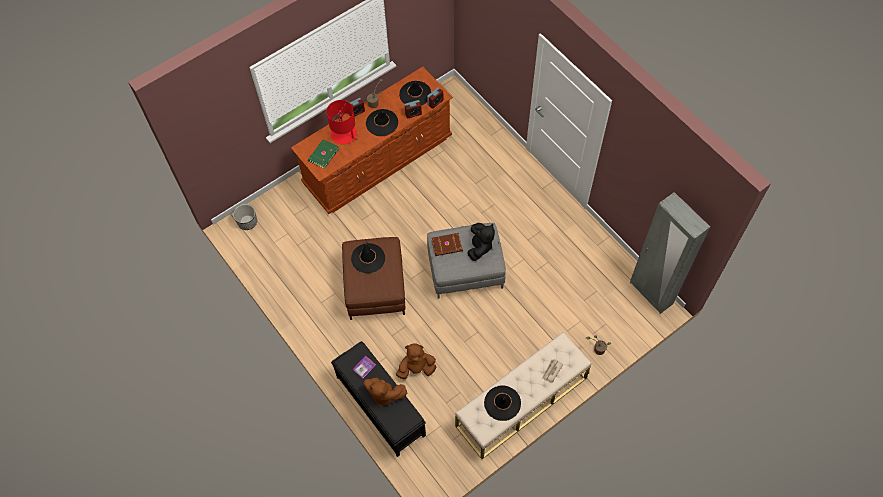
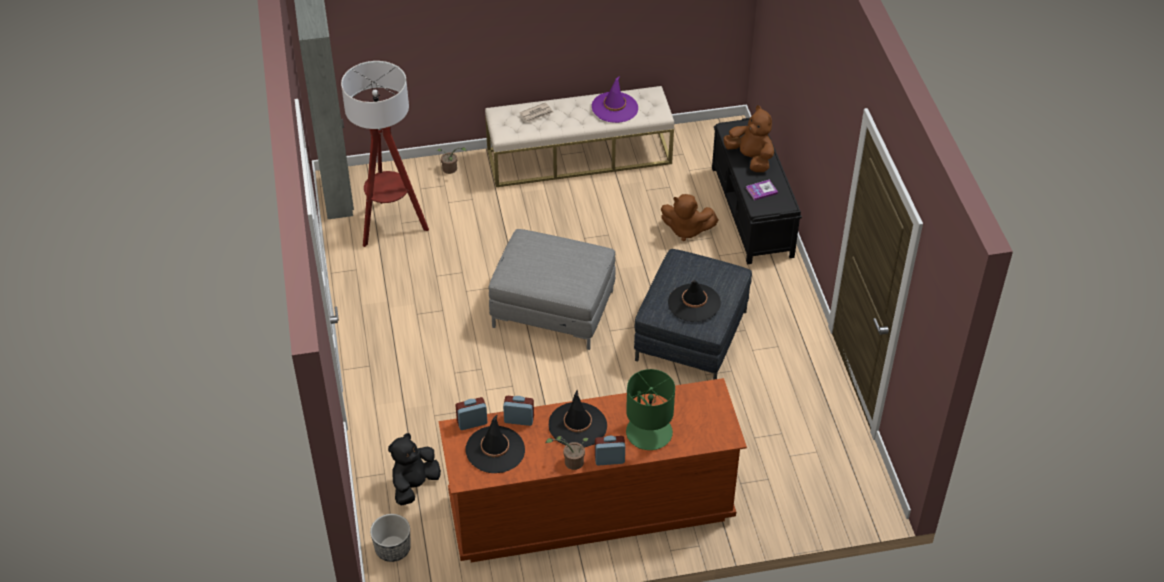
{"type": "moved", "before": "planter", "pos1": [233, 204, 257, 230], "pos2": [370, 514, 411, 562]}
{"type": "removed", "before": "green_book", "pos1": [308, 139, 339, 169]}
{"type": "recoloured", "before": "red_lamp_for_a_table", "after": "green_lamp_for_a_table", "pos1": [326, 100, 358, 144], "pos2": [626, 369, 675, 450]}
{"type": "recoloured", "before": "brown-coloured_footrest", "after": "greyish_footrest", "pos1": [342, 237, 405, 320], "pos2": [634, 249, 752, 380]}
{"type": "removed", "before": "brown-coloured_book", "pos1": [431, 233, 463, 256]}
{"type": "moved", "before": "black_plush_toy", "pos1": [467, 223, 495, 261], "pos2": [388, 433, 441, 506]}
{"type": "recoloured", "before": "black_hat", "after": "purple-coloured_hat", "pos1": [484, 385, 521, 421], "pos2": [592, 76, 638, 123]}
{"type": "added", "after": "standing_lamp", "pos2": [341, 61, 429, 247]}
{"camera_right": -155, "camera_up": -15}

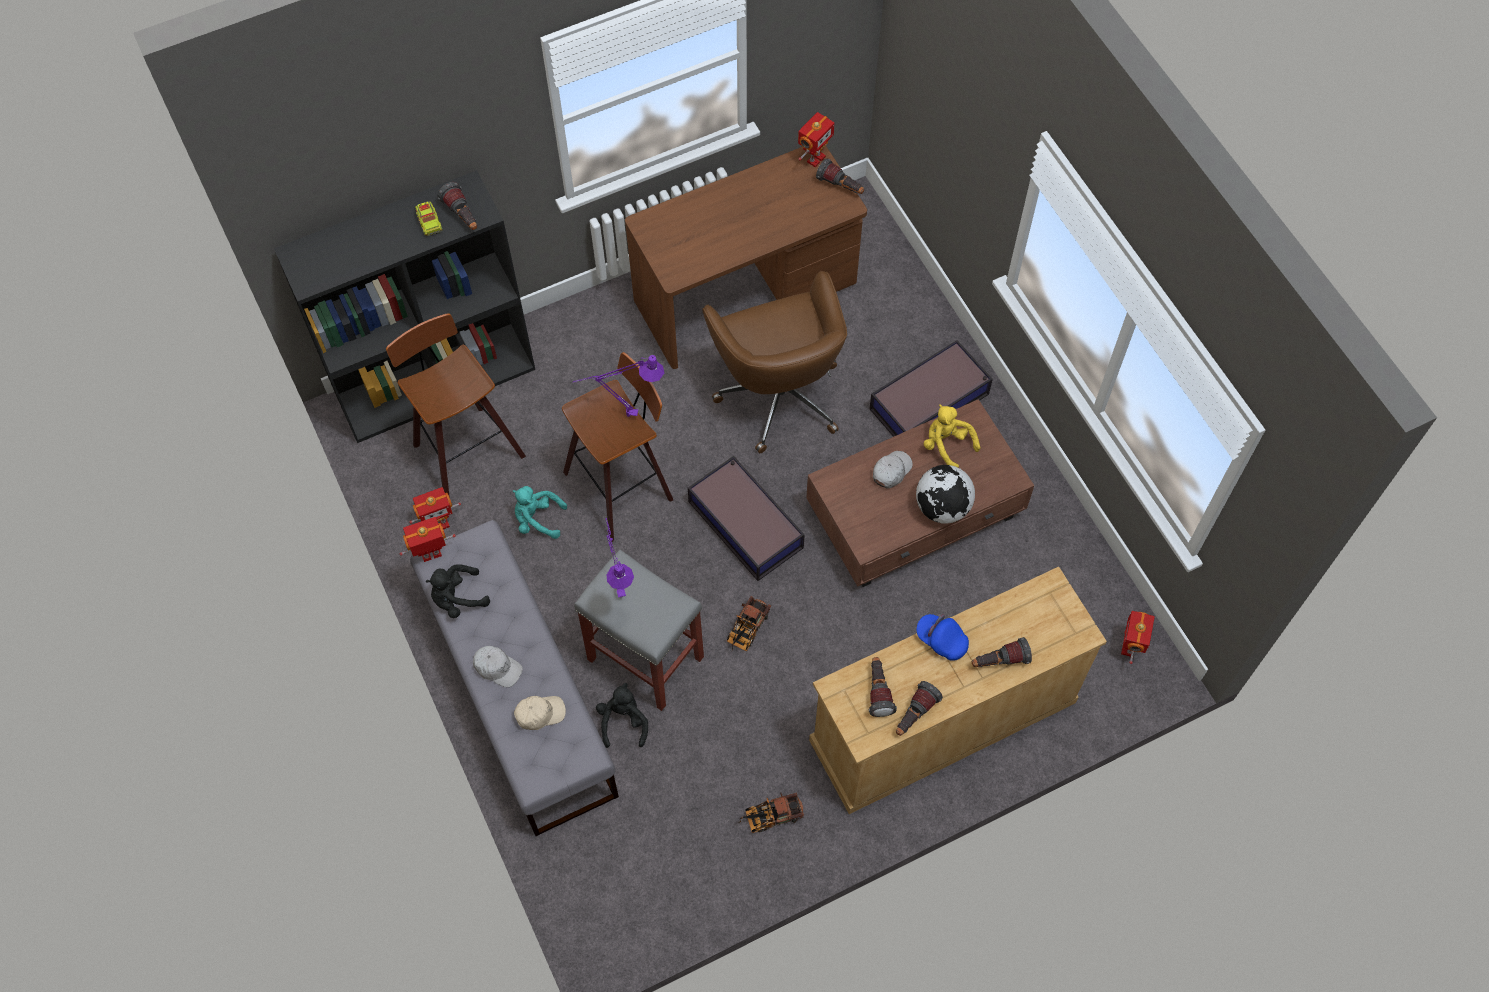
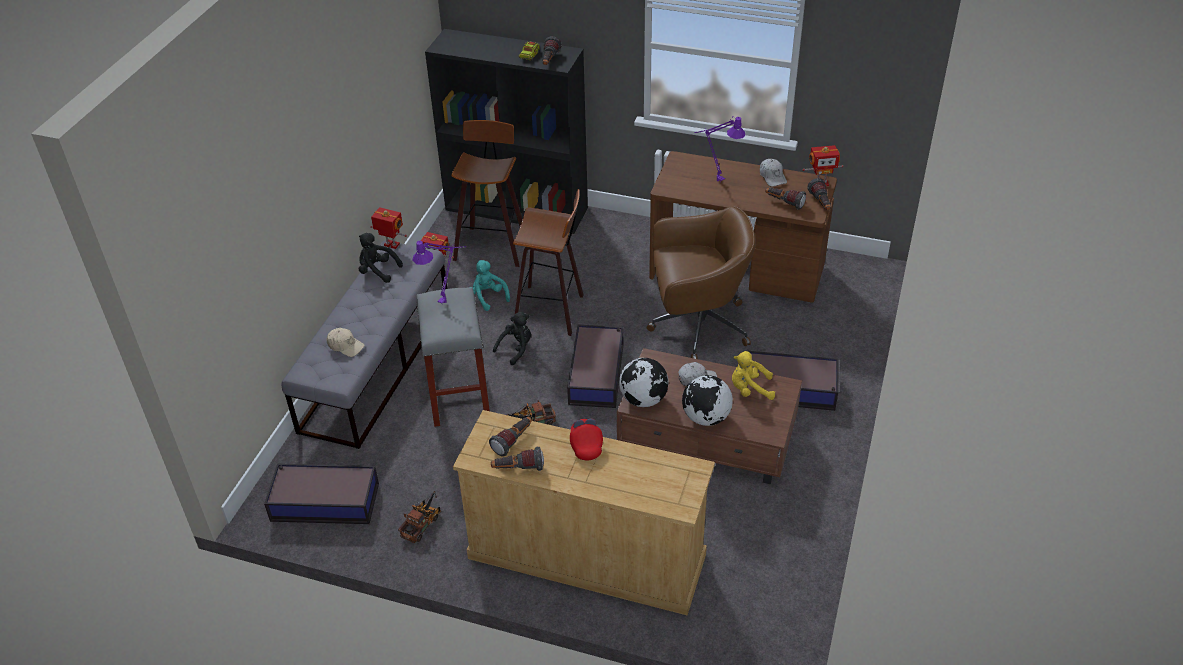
{"type": "moved", "before": "white-coloured_cap", "pos1": [473, 646, 523, 688], "pos2": [760, 159, 787, 187]}
{"type": "moved", "before": "purple-coloured_lamp_for_a_table", "pos1": [573, 355, 664, 417], "pos2": [695, 116, 745, 182]}
{"type": "moved", "before": "black_plush_toy", "pos1": [596, 683, 648, 748], "pos2": [493, 312, 531, 365]}
{"type": "turned", "before": "brown-coloured_computer_chair", "pos1": [702, 271, 847, 453], "pos2": [646, 206, 756, 359], "turn": -120}
{"type": "turned", "before": "model_truck", "pos1": [738, 793, 804, 833], "pos2": [398, 491, 441, 543], "turn": 90}
{"type": "recoloured", "before": "blue-coloured_cap", "after": "red_cap", "pos1": [917, 614, 969, 661], "pos2": [570, 419, 603, 460]}
{"type": "turned", "before": "yellow_plush_toy", "pos1": [924, 404, 981, 467], "pos2": [732, 351, 775, 400], "turn": -90}
{"type": "moved", "before": "torch", "pos1": [972, 637, 1032, 667], "pos2": [765, 187, 806, 210]}
{"type": "removed", "before": "robot_figure", "pos1": [1121, 611, 1155, 664]}
{"type": "added", "after": "storage_container", "pos2": [264, 463, 379, 524]}
{"type": "added", "after": "globe", "pos2": [619, 358, 669, 407]}
{"camera_right": 45, "camera_up": -20}

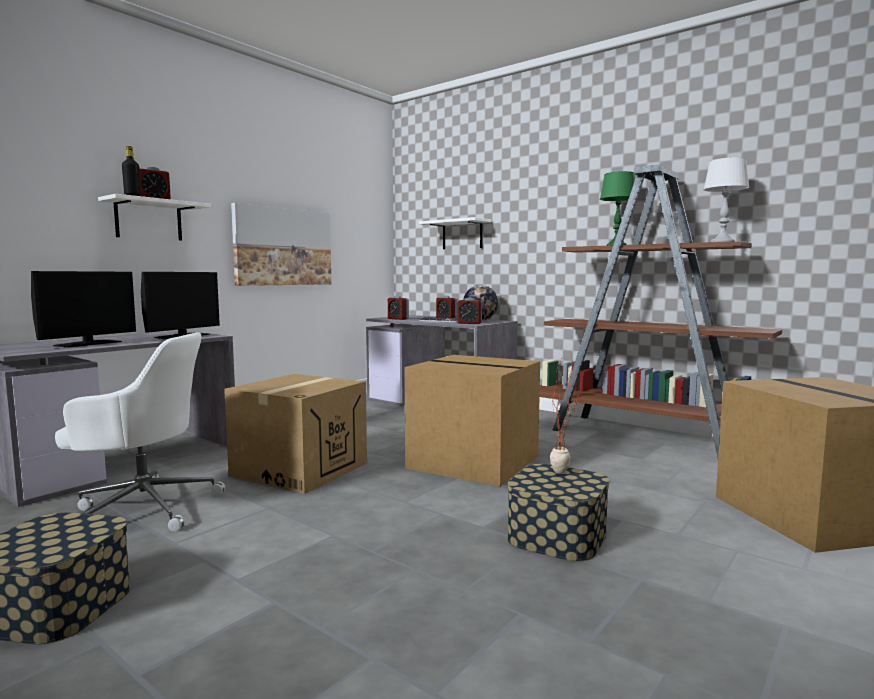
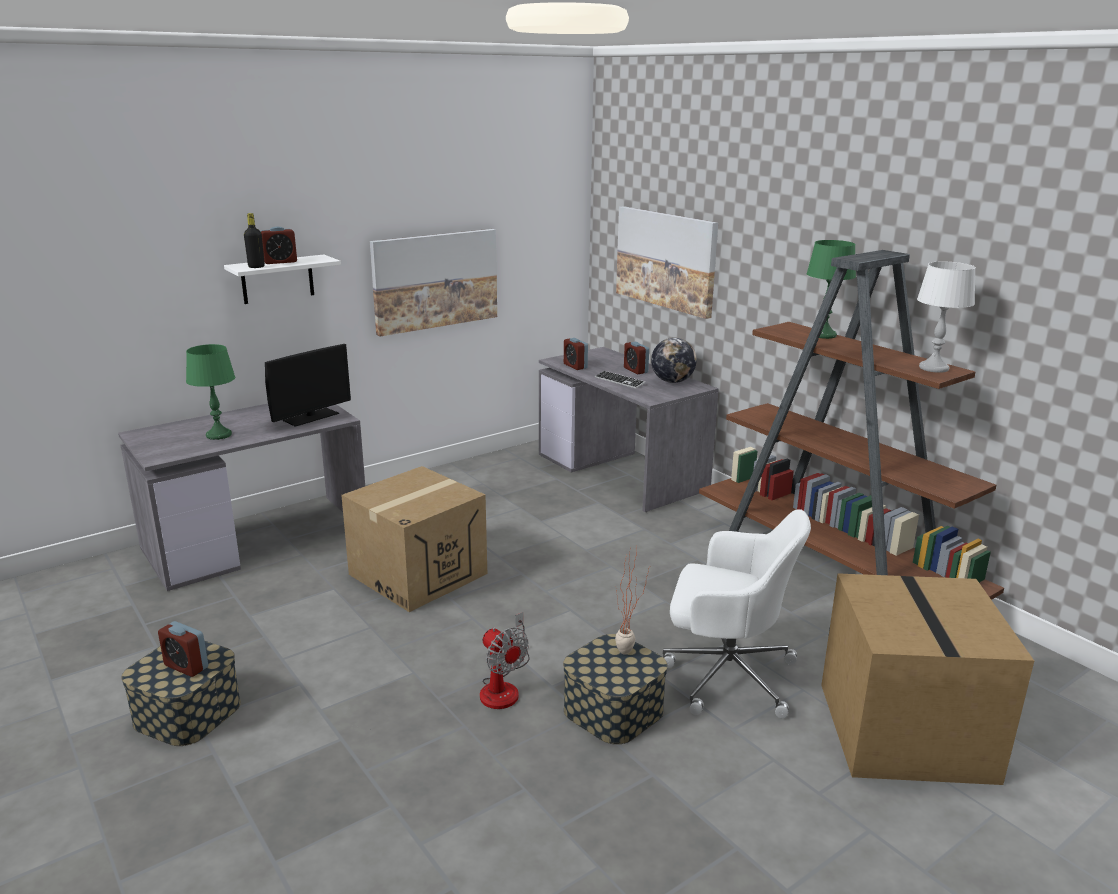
{"type": "replaced", "before": "computer_screen", "after": "green_lamp_for_a_table", "pos1": [31, 271, 136, 348], "pos2": [186, 344, 235, 440]}
{"type": "moved", "before": "white-coloured_computer_chair", "pos1": [55, 332, 225, 532], "pos2": [663, 509, 811, 718]}
{"type": "removed", "before": "carton", "pos1": [405, 355, 540, 487]}
{"type": "replaced", "before": "white-coloured_shelf", "after": "wall_picture", "pos1": [419, 217, 491, 249], "pos2": [616, 206, 718, 319]}
{"type": "moved", "before": "bedside_clock", "pos1": [458, 298, 482, 324], "pos2": [158, 621, 208, 677]}
{"type": "added", "after": "cooling_fan", "pos2": [480, 612, 529, 709]}
{"camera_right": 15, "camera_up": 15}

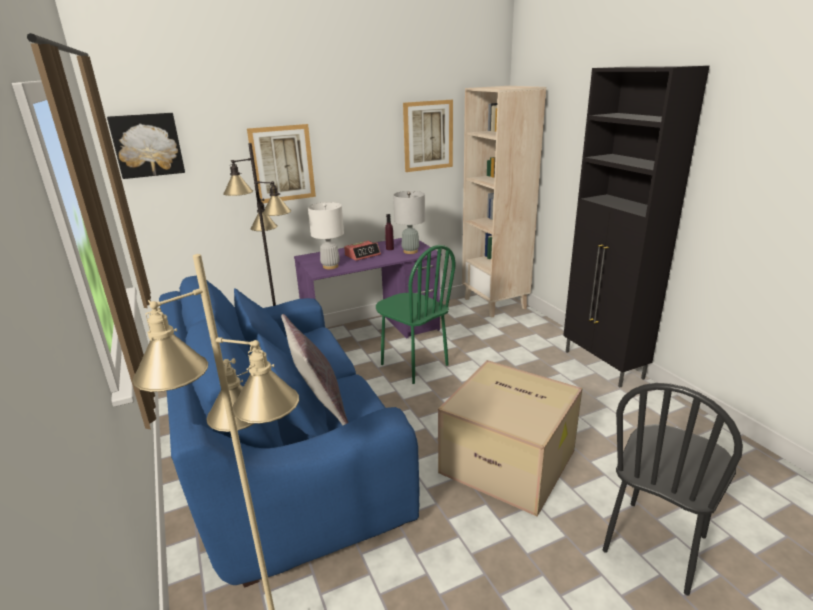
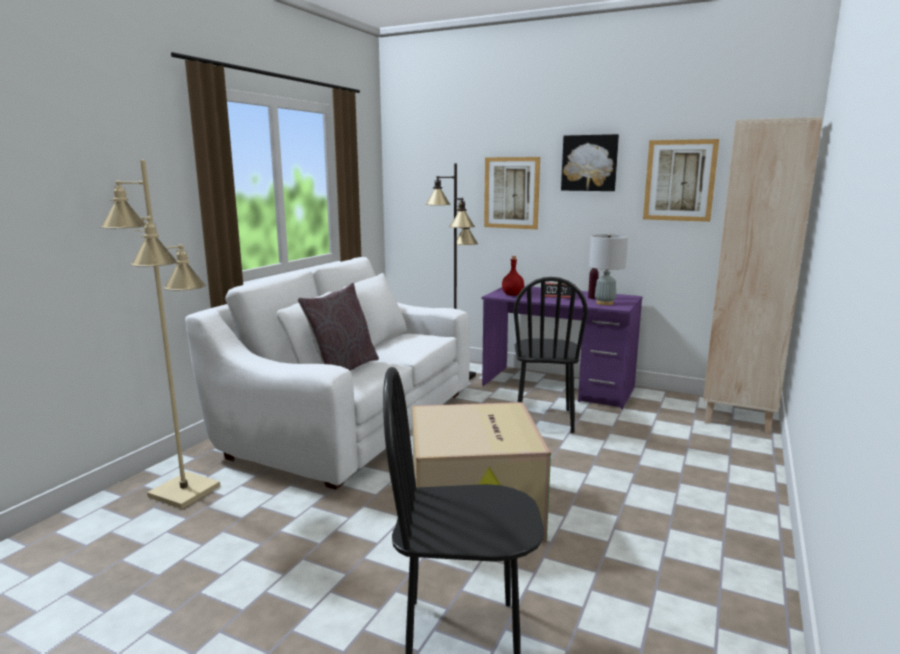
{"type": "moved", "before": "wall_picture", "pos1": [107, 113, 185, 179], "pos2": [561, 134, 619, 191]}
{"type": "recoloured", "before": "blue-coloured_couch", "after": "white-coloured_couch", "pos1": [159, 275, 420, 588], "pos2": [185, 257, 470, 490]}
{"type": "replaced", "before": "white-coloured_lamp_for_a_table", "after": "red_bottle", "pos1": [308, 202, 344, 269], "pos2": [502, 256, 524, 296]}
{"type": "recoloured", "before": "green_plain_chair", "after": "black_plain_chair", "pos1": [376, 245, 455, 384], "pos2": [513, 277, 588, 433]}
{"type": "removed", "before": "black_cupboard", "pos1": [563, 66, 709, 387]}
{"camera_right": 50, "camera_up": -10}

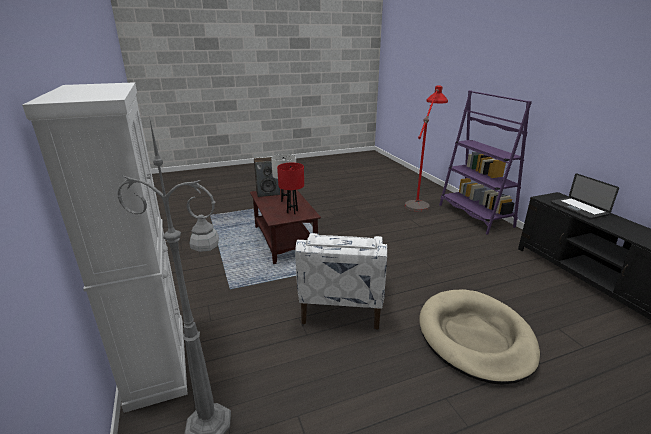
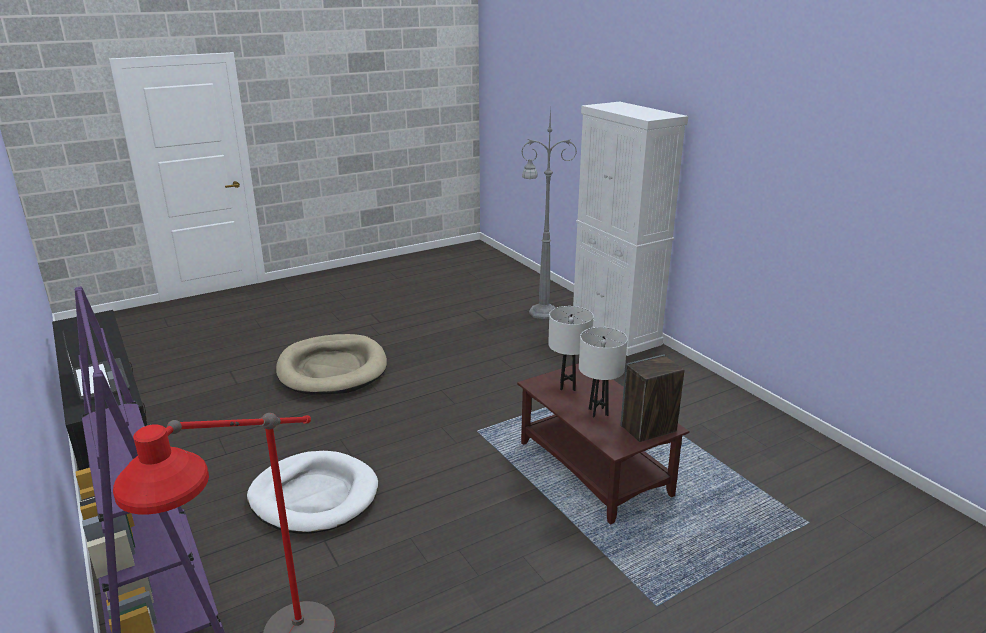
{"type": "recoloured", "before": "red_lamp_for_a_table", "after": "white-coloured_lamp_for_a_table", "pos1": [277, 163, 304, 214], "pos2": [548, 306, 594, 391]}
{"type": "removed", "before": "white-coloured_lounge_chair", "pos1": [295, 233, 387, 330]}
{"type": "added", "after": "white-coloured_dog_cushion", "pos2": [247, 451, 378, 534]}
{"camera_right": 170, "camera_up": 0}

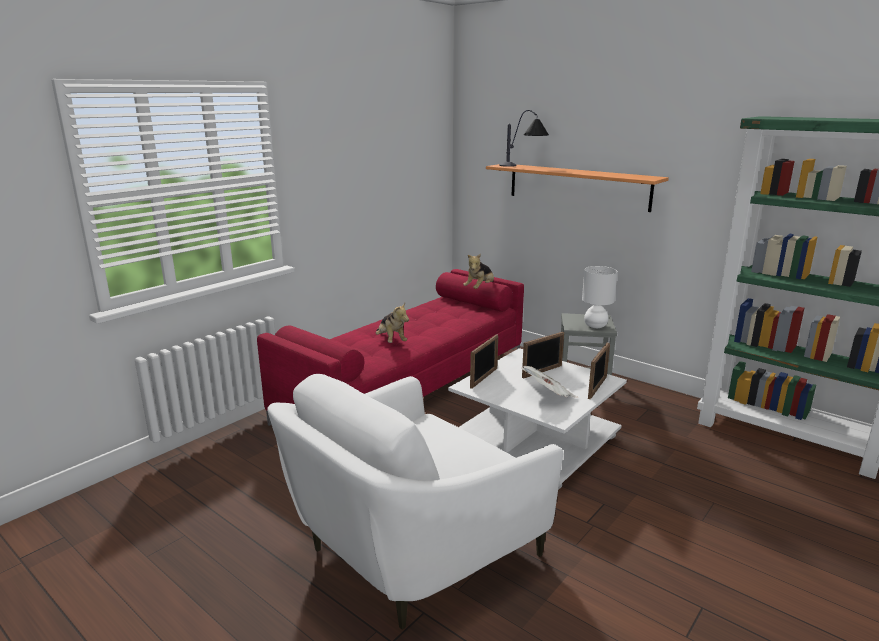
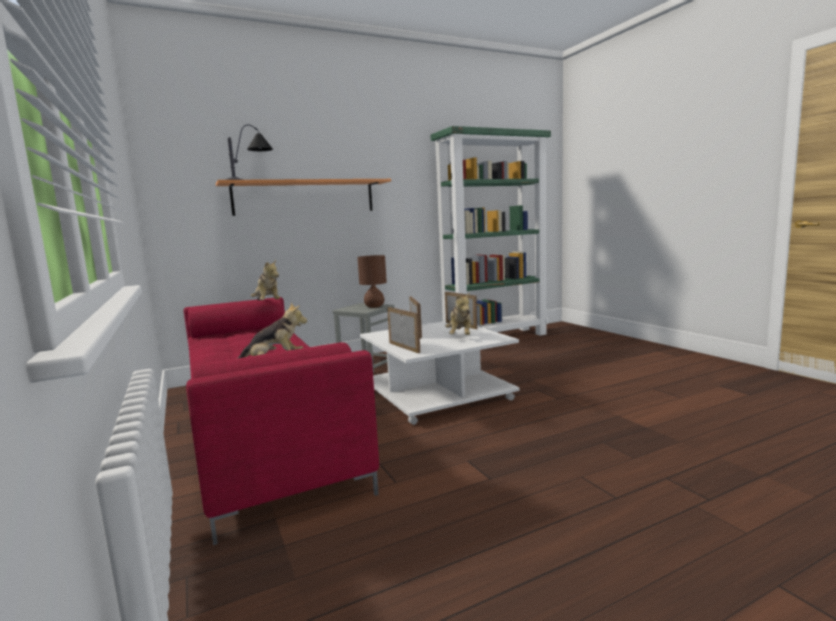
{"type": "removed", "before": "white-coloured_lounge_chair", "pos1": [267, 374, 563, 630]}
{"type": "replaced", "before": "printed_paper", "after": "plush_toy", "pos1": [521, 366, 578, 398], "pos2": [445, 292, 472, 335]}
{"type": "recoloured", "before": "white-coloured_lamp_for_a_table", "after": "brown-coloured_lamp_for_a_table", "pos1": [582, 266, 617, 328], "pos2": [357, 255, 387, 308]}
{"camera_right": -65, "camera_up": -10}

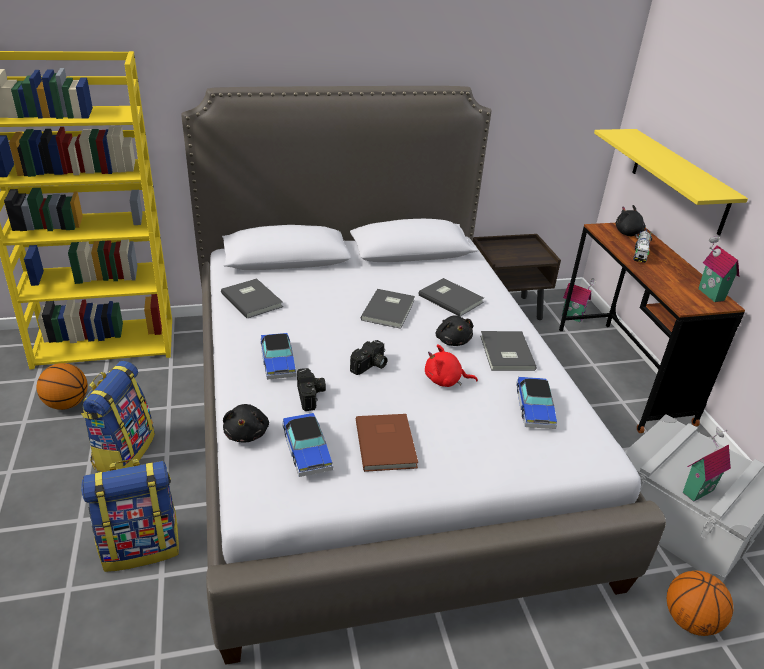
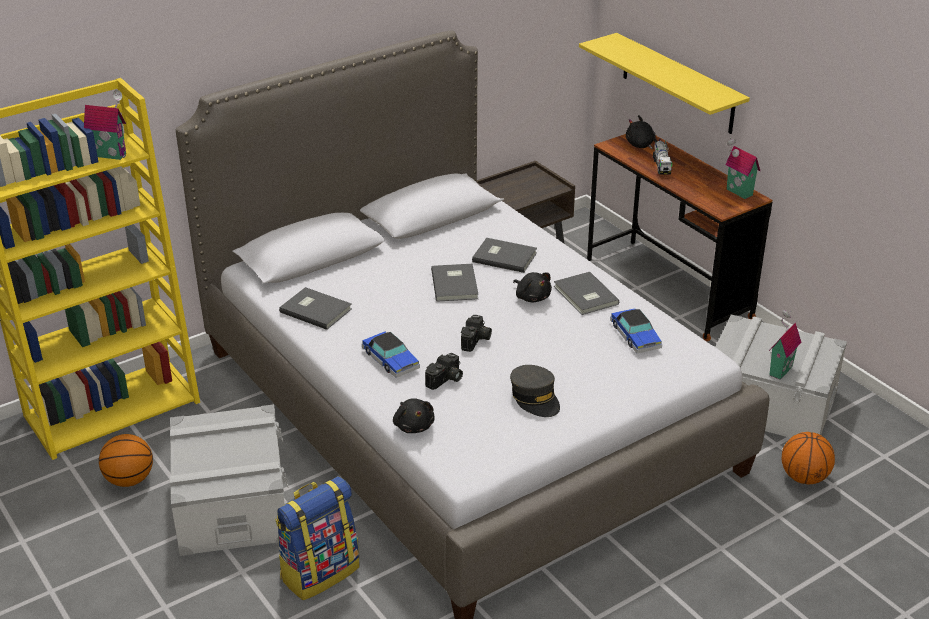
{"type": "replaced", "before": "rucksack", "after": "greyish_storage_container", "pos1": [81, 361, 155, 472], "pos2": [170, 404, 288, 556]}
{"type": "removed", "before": "model_car", "pos1": [282, 413, 333, 477]}
{"type": "turned", "before": "still_camera", "pos1": [297, 368, 326, 411], "pos2": [425, 353, 463, 390], "turn": 75}
{"type": "replaced", "before": "brown-coloured_book", "after": "greyish_cap", "pos1": [356, 414, 418, 472], "pos2": [510, 365, 560, 417]}
{"type": "removed", "before": "red_plush_toy", "pos1": [425, 344, 478, 387]}
{"type": "moved", "before": "model_house", "pos1": [562, 278, 595, 322], "pos2": [84, 90, 126, 160]}
{"camera_right": -20, "camera_up": 0}

